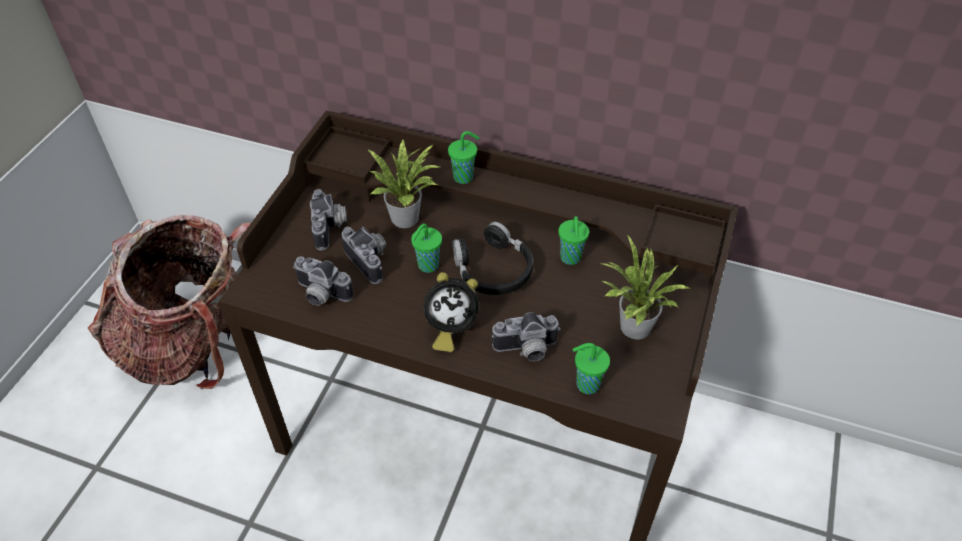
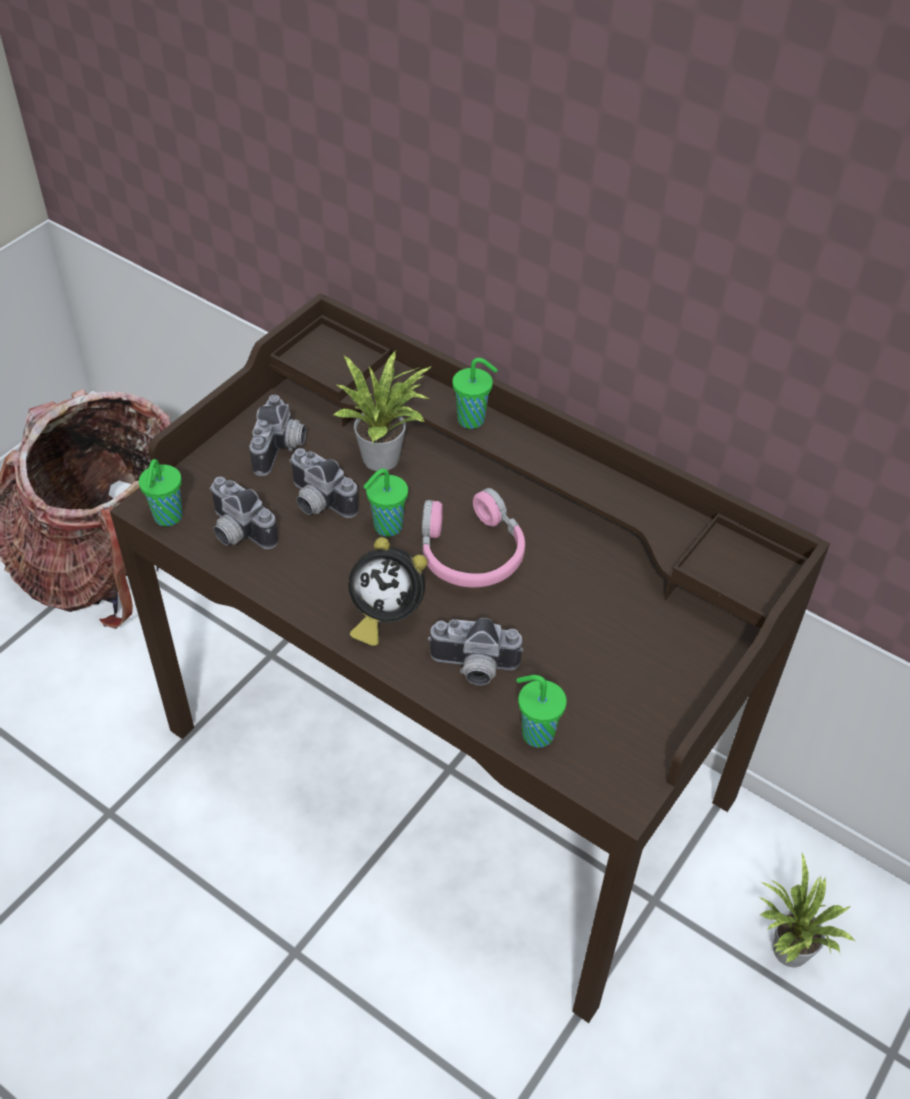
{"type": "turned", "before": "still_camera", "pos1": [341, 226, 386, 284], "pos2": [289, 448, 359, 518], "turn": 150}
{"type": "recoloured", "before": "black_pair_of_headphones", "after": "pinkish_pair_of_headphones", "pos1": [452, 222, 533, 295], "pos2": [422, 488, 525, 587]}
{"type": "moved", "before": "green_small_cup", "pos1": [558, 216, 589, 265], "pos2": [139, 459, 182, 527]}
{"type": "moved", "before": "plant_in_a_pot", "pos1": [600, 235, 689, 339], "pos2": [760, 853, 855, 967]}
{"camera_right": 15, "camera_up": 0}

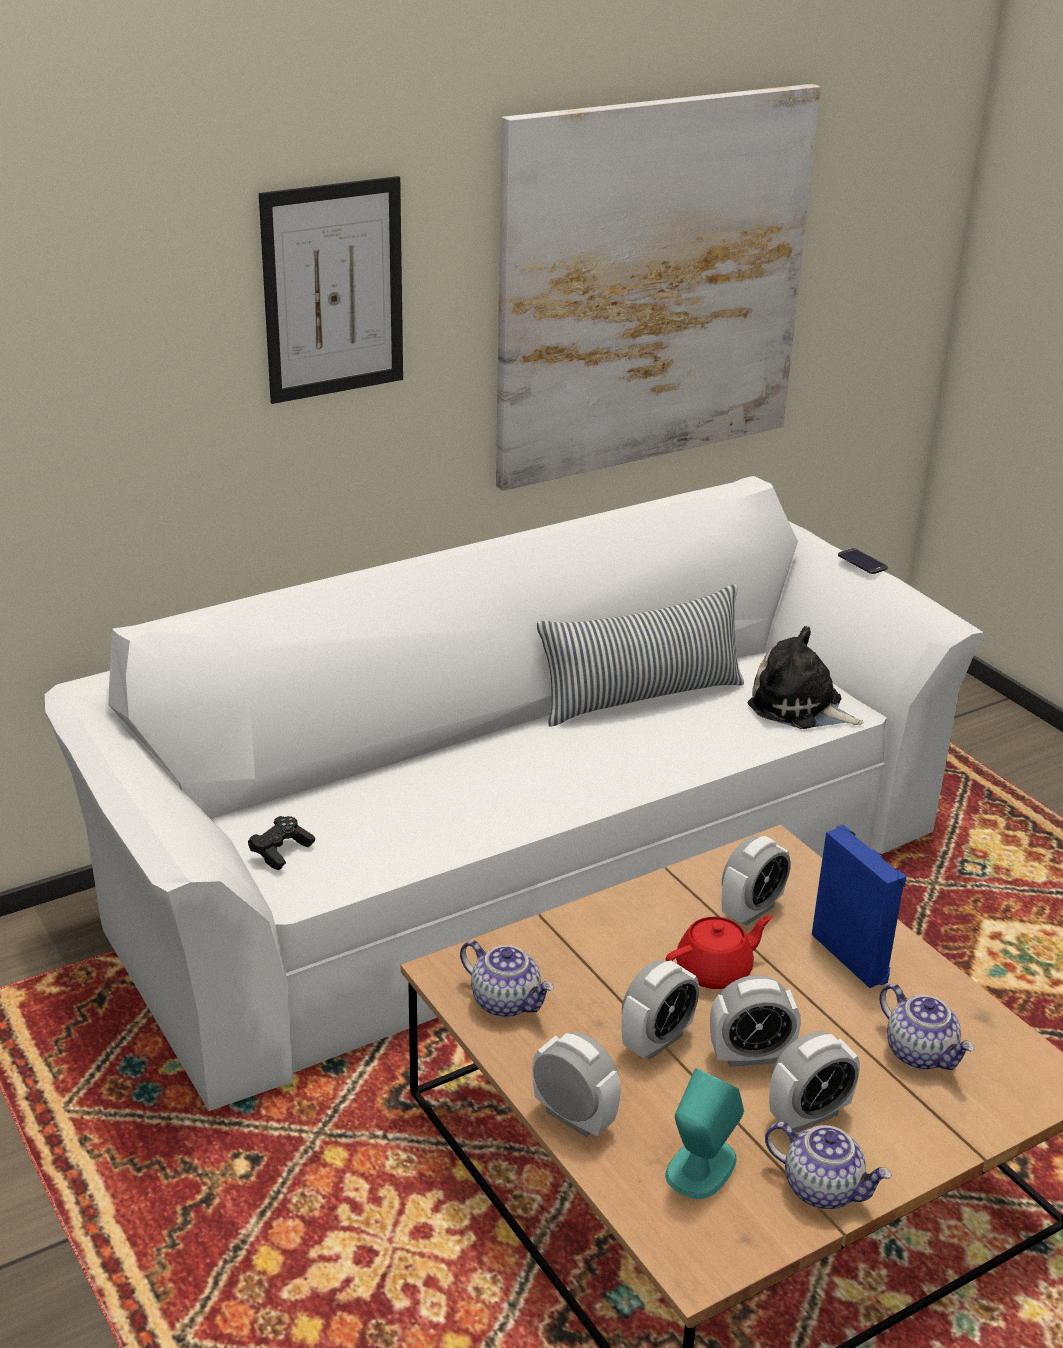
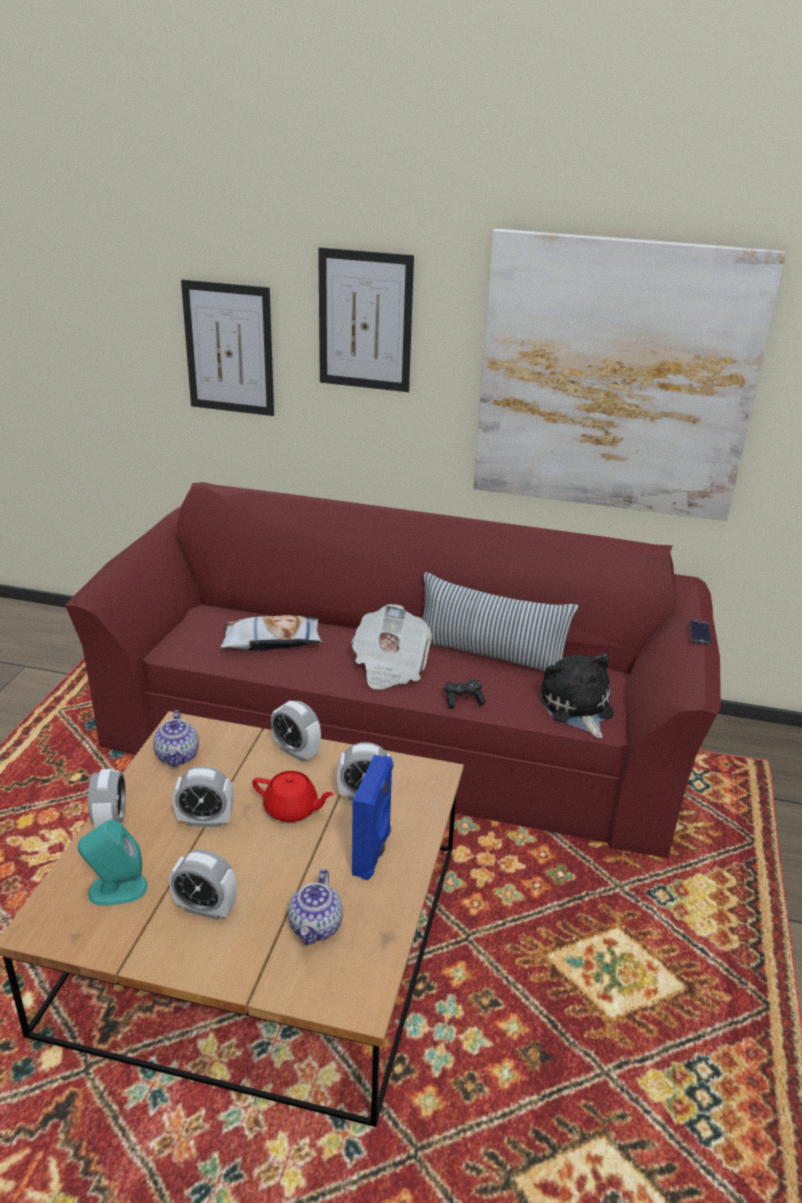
{"type": "recoloured", "before": "white-coloured_couch", "after": "red_couch", "pos1": [45, 476, 984, 1111], "pos2": [65, 482, 721, 858]}
{"type": "moved", "before": "black_game_controller", "pos1": [248, 816, 315, 871], "pos2": [444, 679, 486, 709]}
{"type": "moved", "before": "bedside_clock", "pos1": [710, 975, 801, 1067], "pos2": [271, 701, 321, 762]}
{"type": "removed", "before": "pot_for_tea", "pos1": [765, 1122, 892, 1209]}
{"type": "added", "after": "wall_picture", "pos2": [181, 280, 274, 416]}
{"type": "added", "after": "cushion", "pos2": [220, 615, 322, 650]}
{"type": "added", "after": "printed_paper", "pos2": [351, 604, 432, 689]}
{"camera_right": 45, "camera_up": 0}

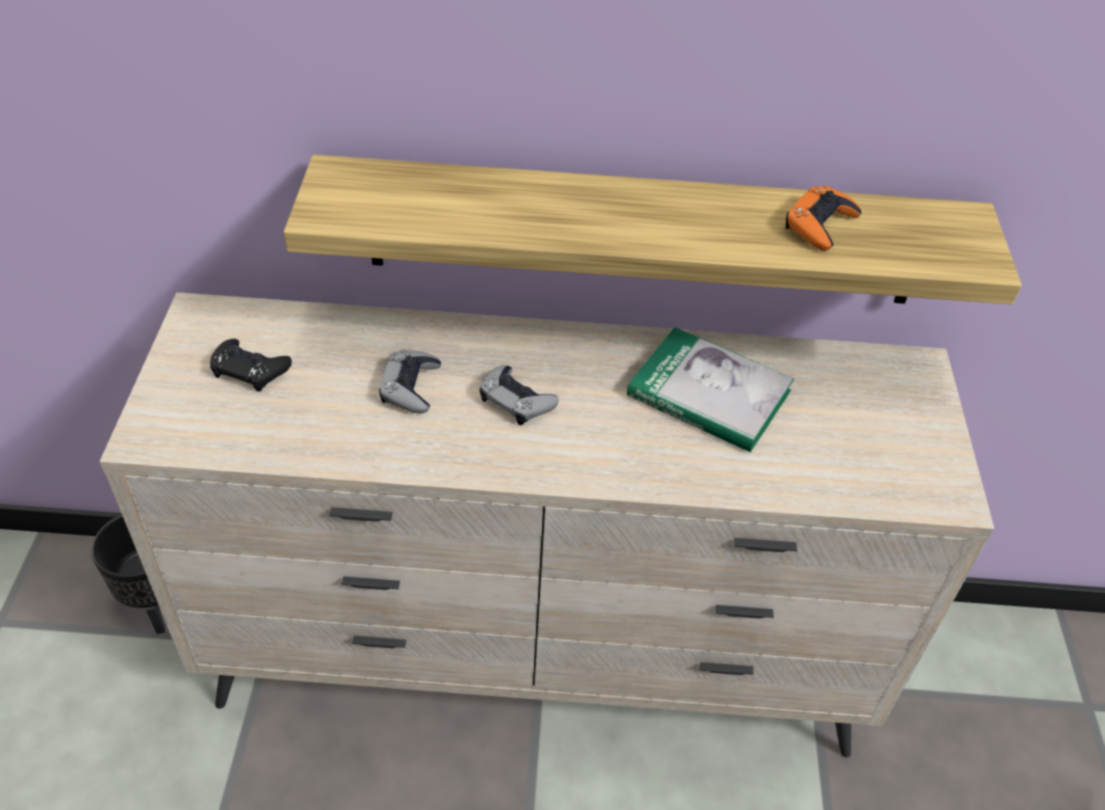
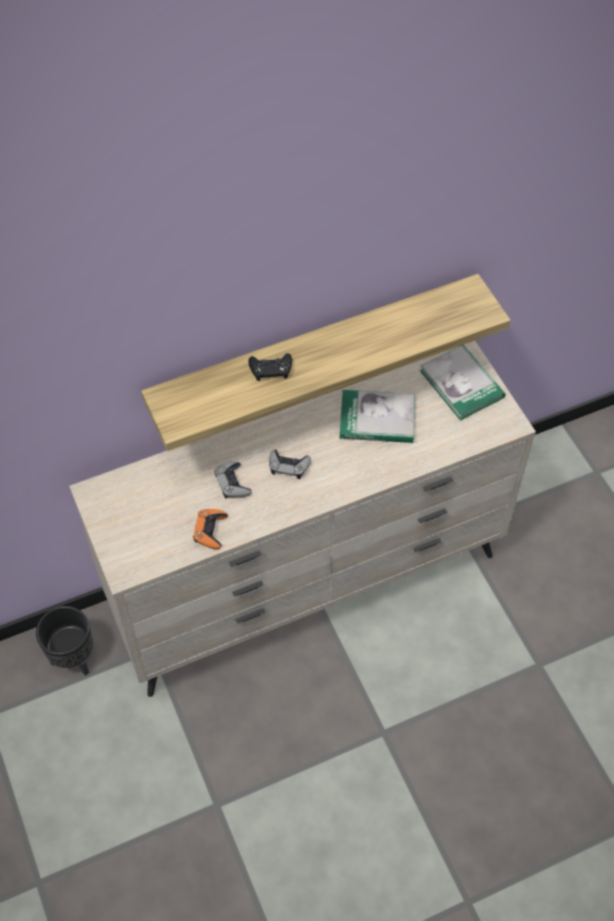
{"type": "moved", "before": "black_game_controller", "pos1": [210, 339, 292, 392], "pos2": [248, 353, 292, 381]}
{"type": "moved", "before": "orange_game_controller", "pos1": [786, 186, 862, 251], "pos2": [193, 509, 228, 549]}
{"type": "added", "after": "book", "pos2": [420, 345, 505, 421]}
{"camera_right": -25, "camera_up": 10}

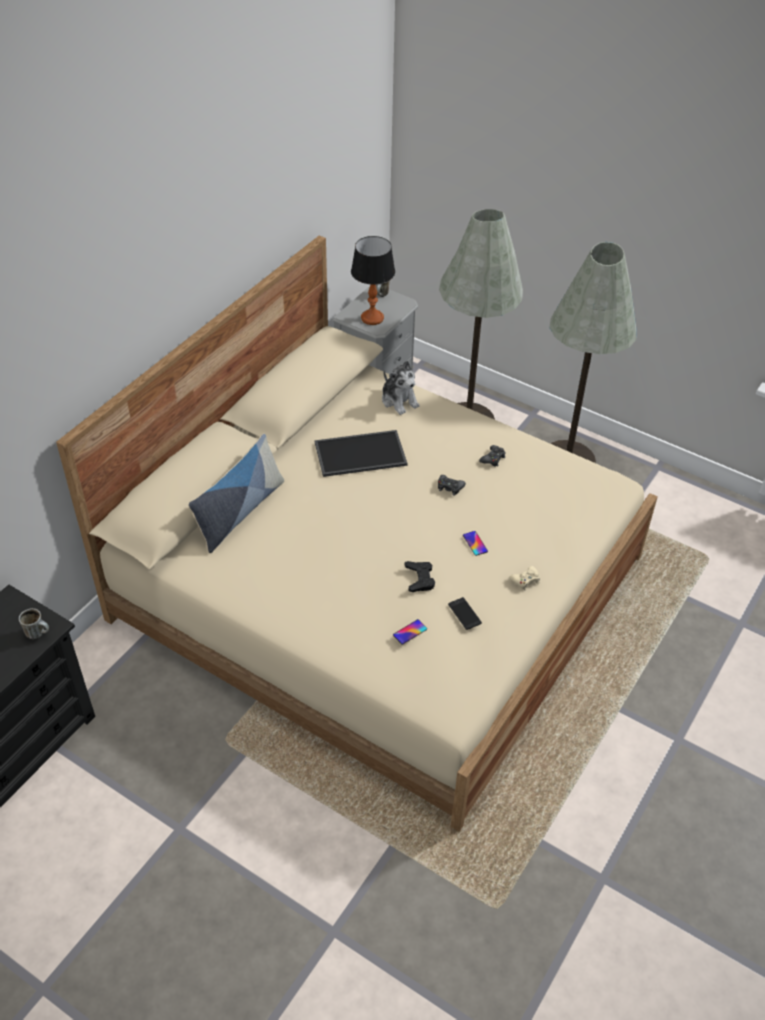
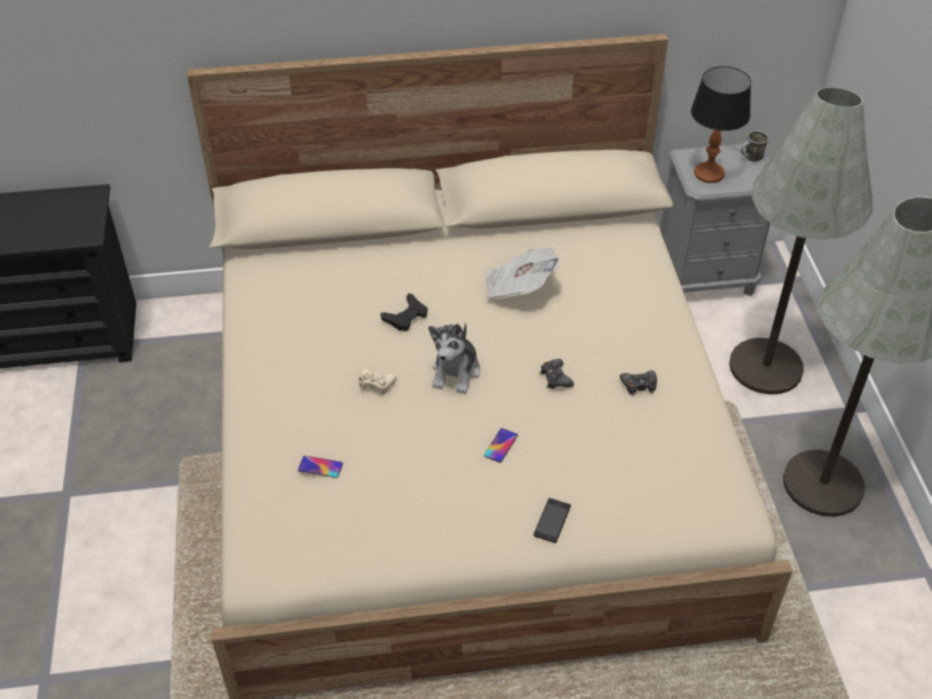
{"type": "removed", "before": "tea_mug", "pos1": [19, 608, 49, 639]}
{"type": "removed", "before": "cushion", "pos1": [188, 434, 284, 553]}
{"type": "replaced", "before": "serving_tray", "after": "printed_paper", "pos1": [315, 430, 407, 477], "pos2": [485, 247, 560, 299]}
{"type": "moved", "before": "plush_toy", "pos1": [382, 361, 420, 415], "pos2": [428, 323, 480, 394]}
{"type": "moved", "before": "black_game_controller", "pos1": [405, 561, 435, 592], "pos2": [380, 293, 428, 332]}
{"type": "moved", "before": "handset", "pos1": [448, 597, 482, 630], "pos2": [534, 498, 571, 543]}
{"type": "moved", "before": "sand-coloured_game_controller", "pos1": [509, 566, 540, 590], "pos2": [359, 368, 397, 395]}
{"camera_right": 50, "camera_up": 0}

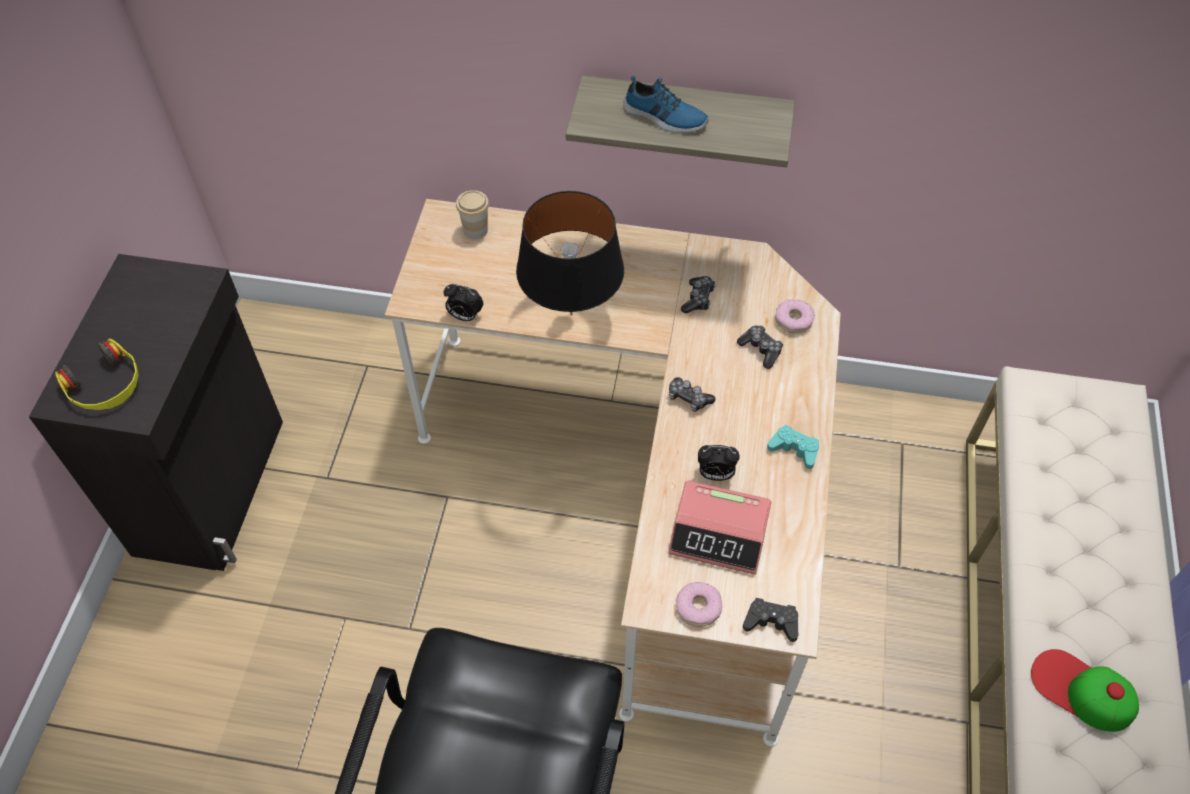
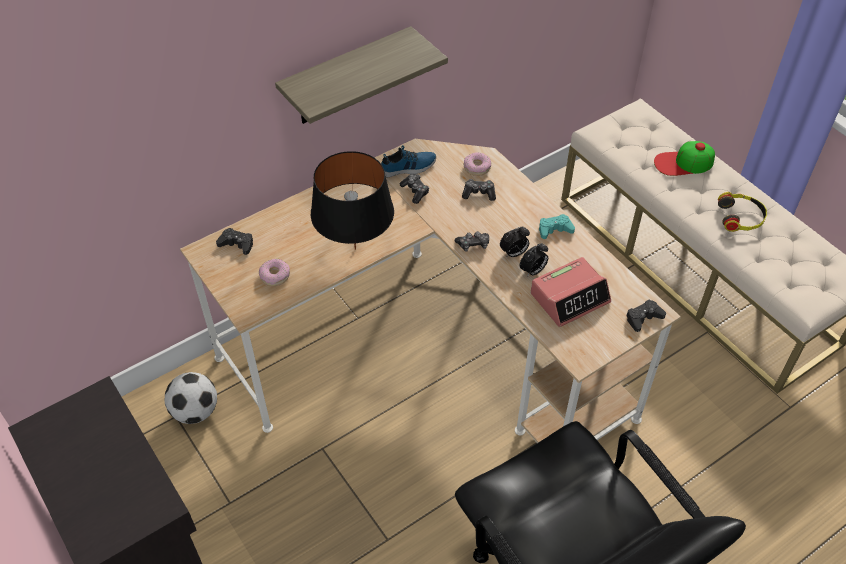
{"type": "moved", "before": "pair_of_headphones", "pos1": [55, 339, 139, 410], "pos2": [718, 192, 767, 232]}
{"type": "moved", "before": "bedside_clock", "pos1": [443, 284, 483, 321], "pos2": [500, 226, 530, 258]}
{"type": "replaced", "before": "small_cup", "after": "black_game_controller", "pos1": [456, 190, 489, 239], "pos2": [216, 228, 253, 255]}
{"type": "moved", "before": "shoe", "pos1": [623, 75, 709, 133], "pos2": [381, 145, 436, 177]}
{"type": "moved", "before": "ring_doughnut", "pos1": [676, 582, 722, 627], "pos2": [259, 259, 290, 286]}
{"type": "moved", "before": "cap", "pos1": [1031, 649, 1139, 732], "pos2": [654, 141, 715, 176]}
{"type": "added", "after": "football", "pos2": [165, 372, 217, 424]}
{"camera_right": -45, "camera_up": -5}

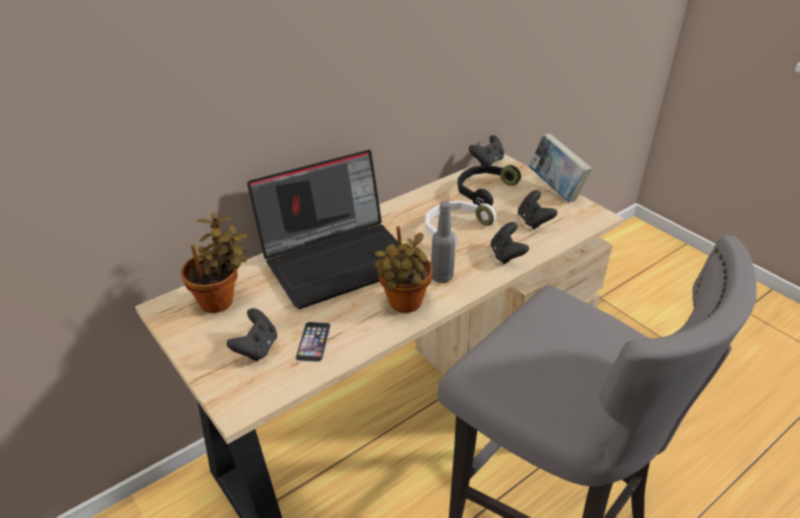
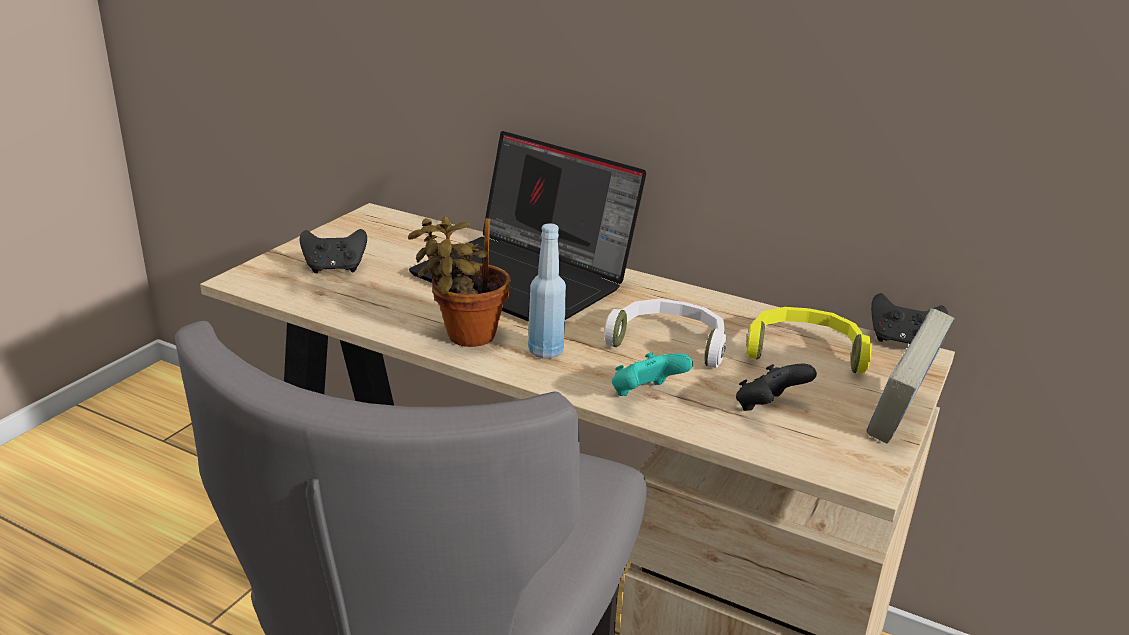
{"type": "removed", "before": "plant_in_a_pot", "pos1": [181, 213, 248, 313]}
{"type": "removed", "before": "handset", "pos1": [295, 322, 331, 362]}
{"type": "recoloured", "before": "greyish_bottle", "after": "blue-coloured_bottle", "pos1": [431, 201, 455, 283], "pos2": [528, 223, 566, 359]}
{"type": "recoloured", "before": "black_pair_of_headphones", "after": "yellow_pair_of_headphones", "pos1": [457, 165, 521, 206], "pos2": [746, 307, 872, 373]}
{"type": "recoloured", "before": "black_game_controller", "after": "turquoise-coloured_game_controller", "pos1": [490, 222, 529, 264], "pos2": [612, 352, 693, 396]}
{"camera_right": 65, "camera_up": -10}

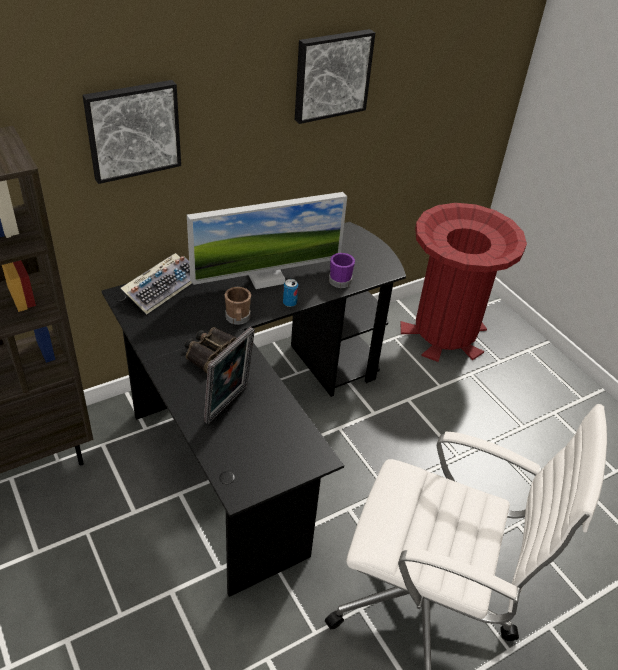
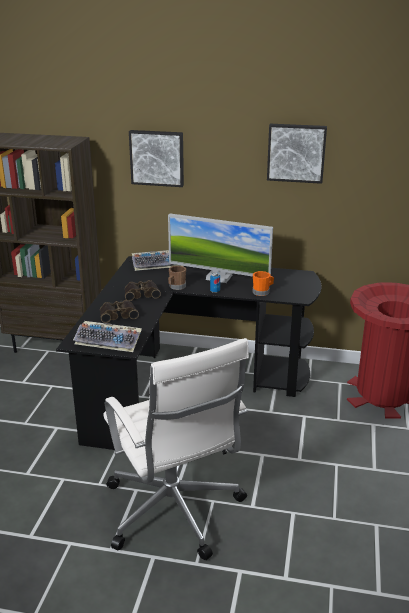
{"type": "replaced", "before": "photo_frame", "after": "binoculars", "pos1": [204, 327, 255, 424], "pos2": [100, 300, 139, 323]}
{"type": "recoloured", "before": "purple-coloured_tea_mug", "after": "orange_tea_mug", "pos1": [329, 253, 355, 288], "pos2": [253, 271, 274, 296]}
{"type": "added", "after": "PC_keyboard", "pos2": [73, 321, 142, 352]}
{"camera_right": 45, "camera_up": -15}

